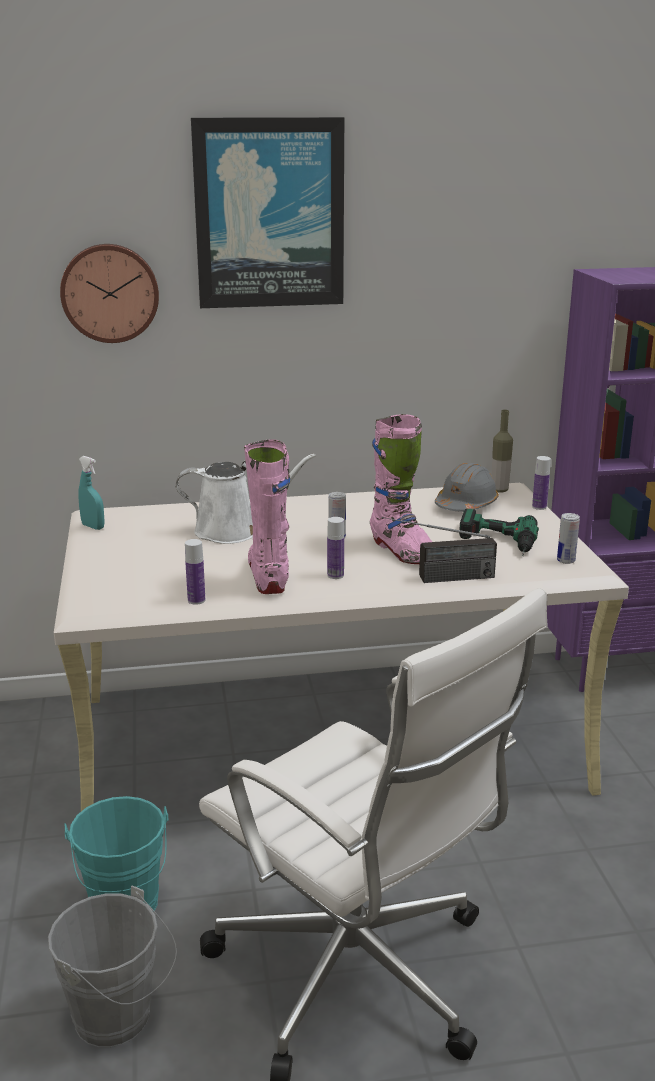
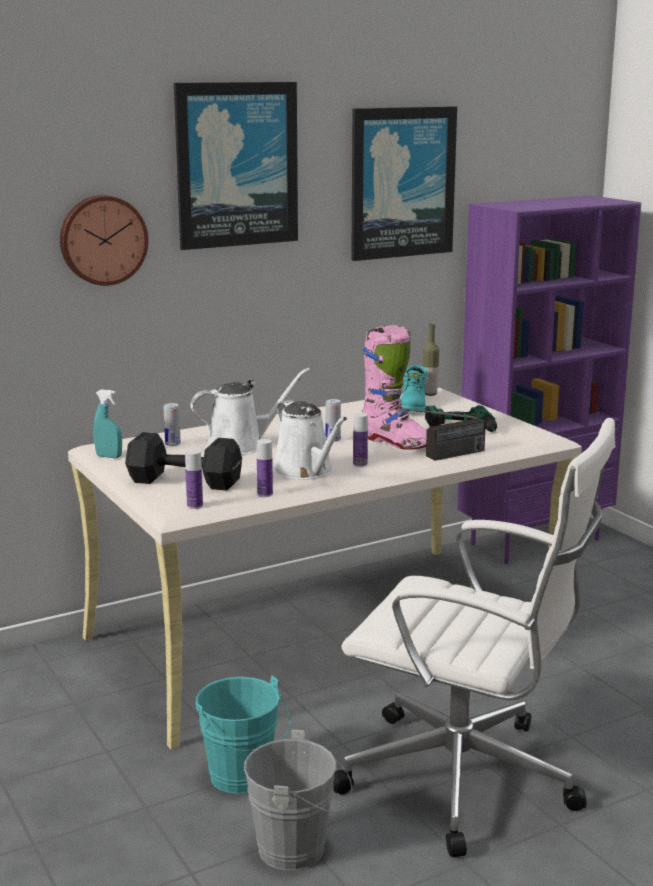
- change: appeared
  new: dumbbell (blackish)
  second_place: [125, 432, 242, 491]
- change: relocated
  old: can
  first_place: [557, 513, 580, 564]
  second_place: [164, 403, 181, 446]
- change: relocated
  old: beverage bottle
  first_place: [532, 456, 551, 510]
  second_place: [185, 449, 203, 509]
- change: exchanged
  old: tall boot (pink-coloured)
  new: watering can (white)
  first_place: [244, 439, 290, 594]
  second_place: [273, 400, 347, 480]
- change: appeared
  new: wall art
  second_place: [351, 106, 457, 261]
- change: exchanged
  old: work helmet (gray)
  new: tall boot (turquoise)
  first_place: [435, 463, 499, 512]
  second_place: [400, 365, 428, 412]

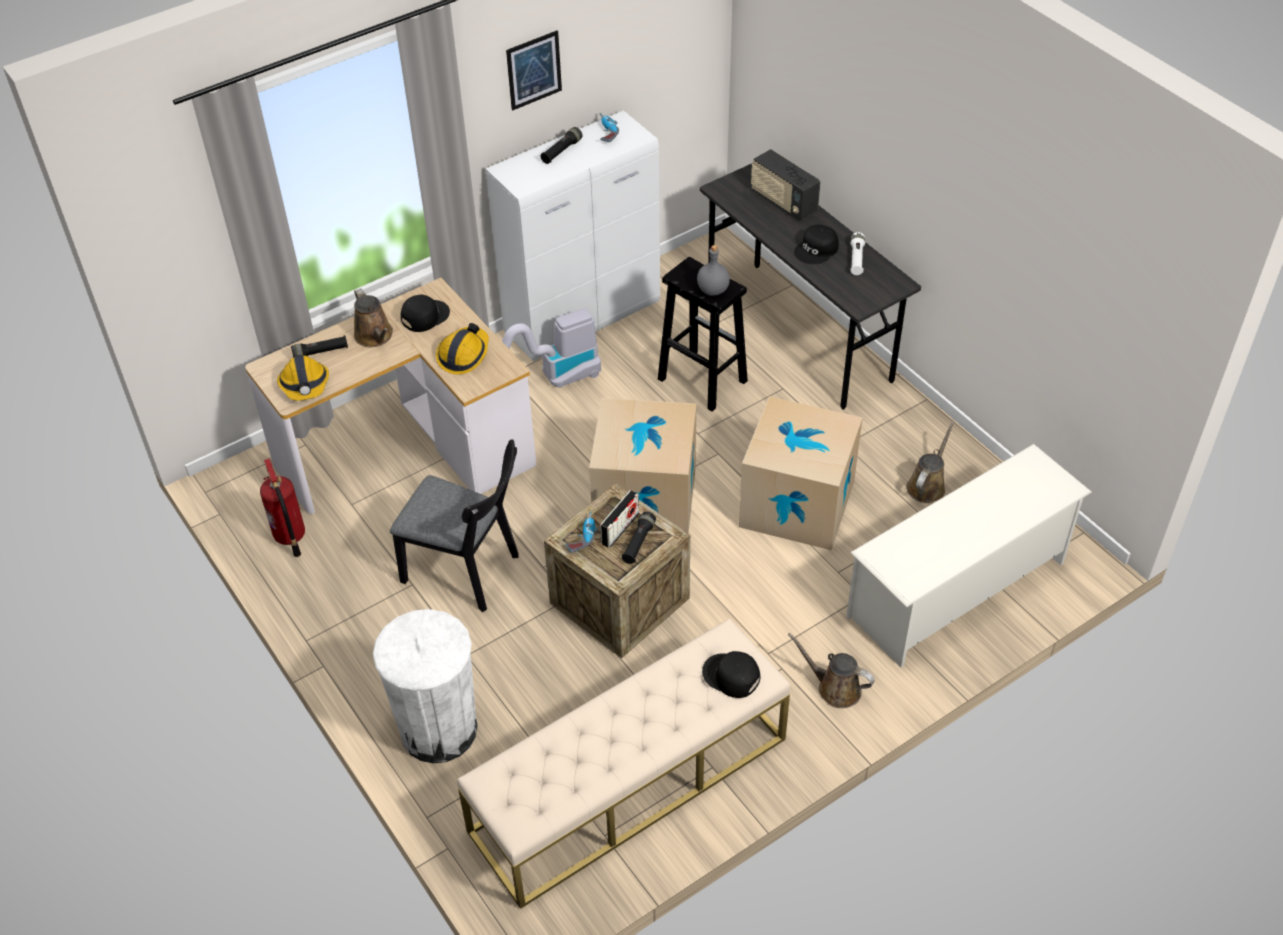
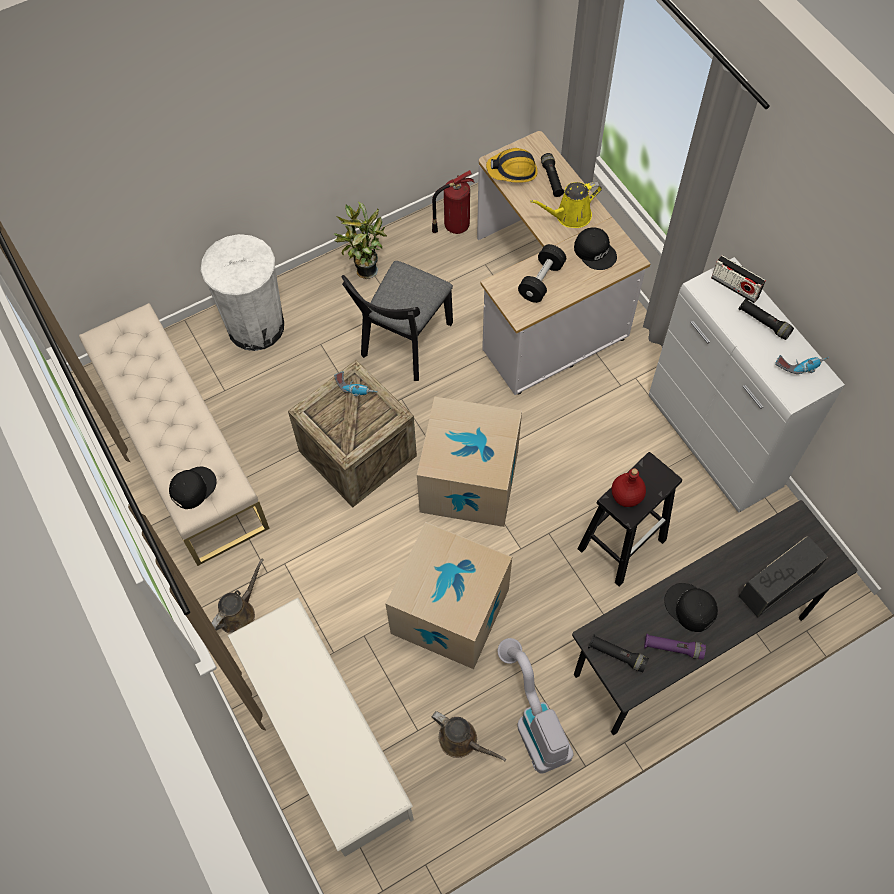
- change: appeared
  new: houseplant
  second_place: [333, 202, 387, 279]
- change: relocated
  old: hoover
  first_place: [502, 308, 601, 388]
  second_place: [497, 638, 573, 774]
- change: exchanged
  old: work helmet
  new: dumbbell (blackish)
  first_place: [436, 323, 489, 374]
  second_place: [518, 244, 566, 303]
- change: colour
  old: watering can (brownish)
  new: watering can (yellowish)
  first_place: [354, 288, 393, 347]
  second_place: [530, 182, 602, 228]
- change: relocated
  old: flashlight (blackish)
  first_place: [622, 512, 656, 564]
  second_place: [588, 635, 649, 672]
- change: colour
  old: beverage bottle (gray)
  new: beverage bottle (red-coloured)
  first_place: [697, 245, 730, 296]
  second_place: [612, 468, 646, 507]
- change: colour
  old: flashlight (white)
  new: flashlight (purplish)
  first_place: [851, 232, 865, 275]
  second_place: [644, 634, 706, 659]
- change: relocated
  old: radio
  first_place: [600, 490, 639, 548]
  second_place: [711, 255, 766, 303]
- change: missing
  old: wall art
  first_place: [506, 30, 562, 110]

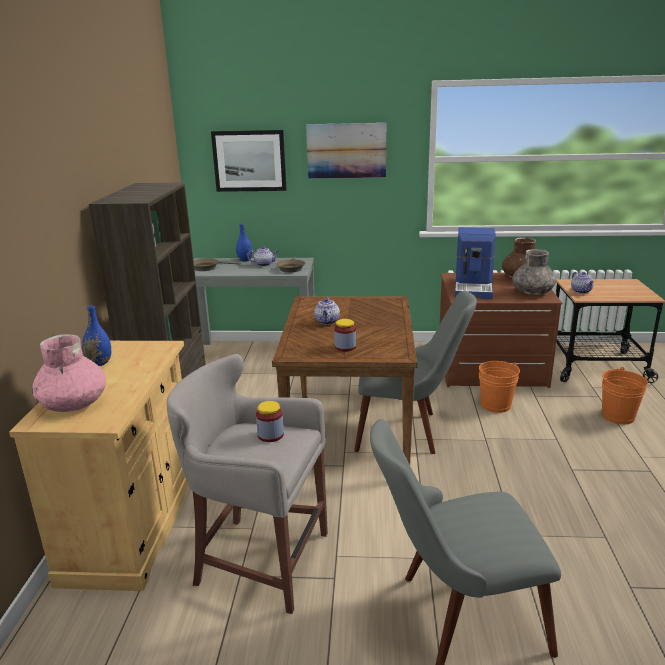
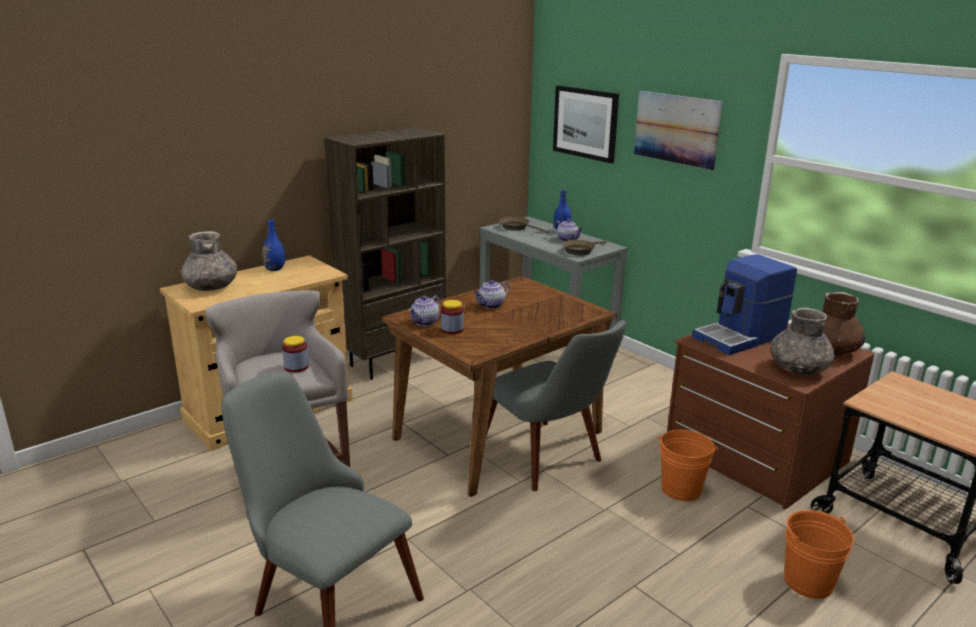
- change: colour
  old: flower vase (pink-coloured)
  new: flower vase (gray)
  first_place: [32, 334, 106, 412]
  second_place: [181, 231, 237, 291]
- change: relocated
  old: tea pot
  first_place: [571, 272, 594, 294]
  second_place: [408, 295, 440, 326]

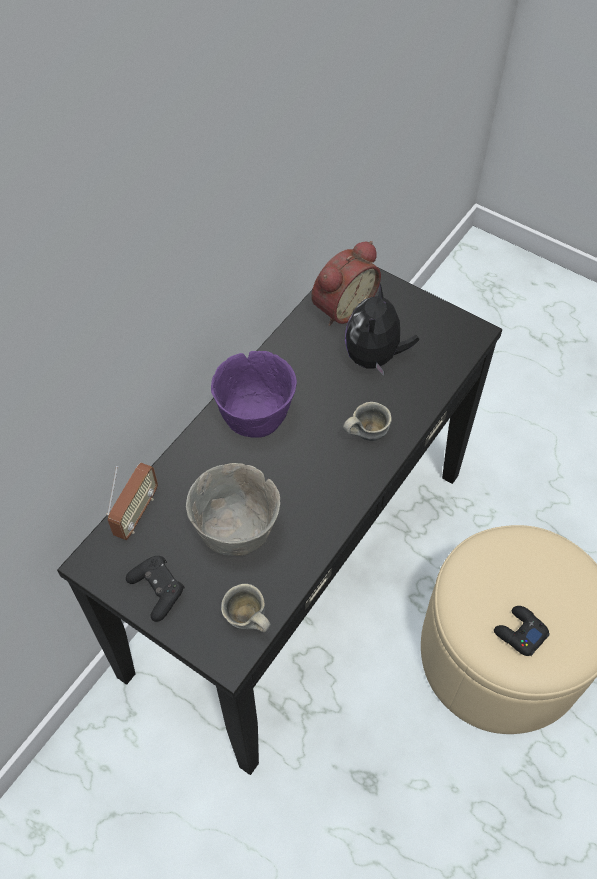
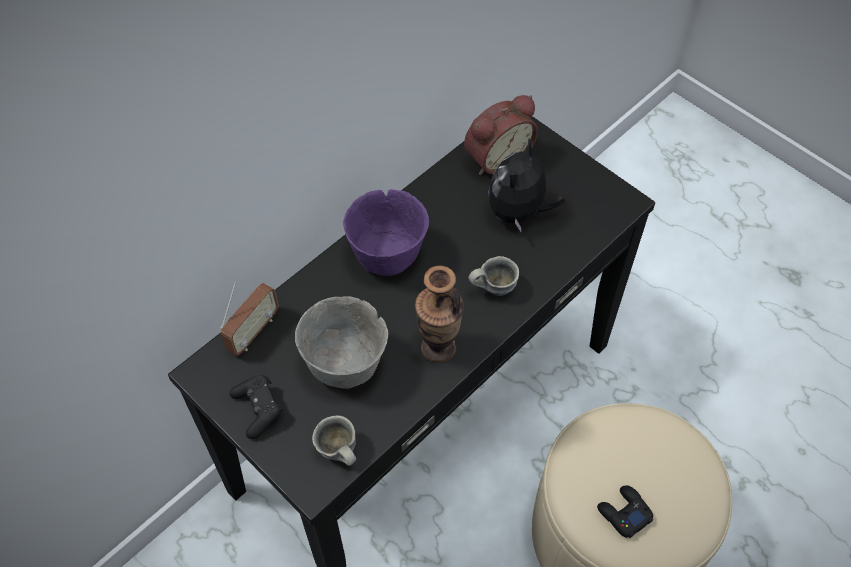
- change: appeared
  new: flower vase
  second_place: [415, 265, 464, 363]

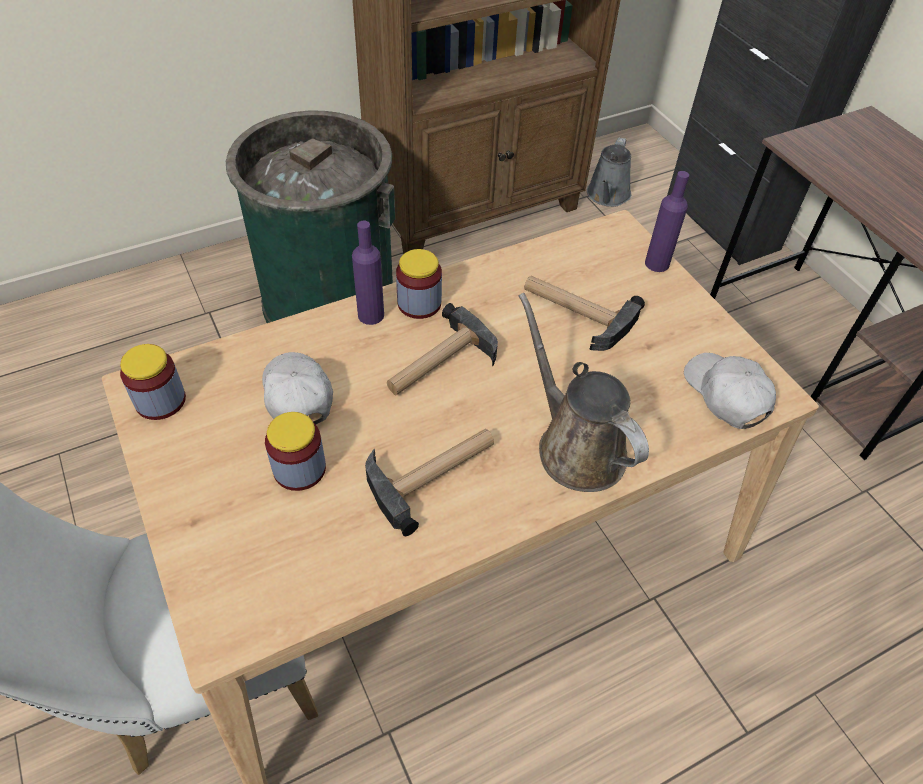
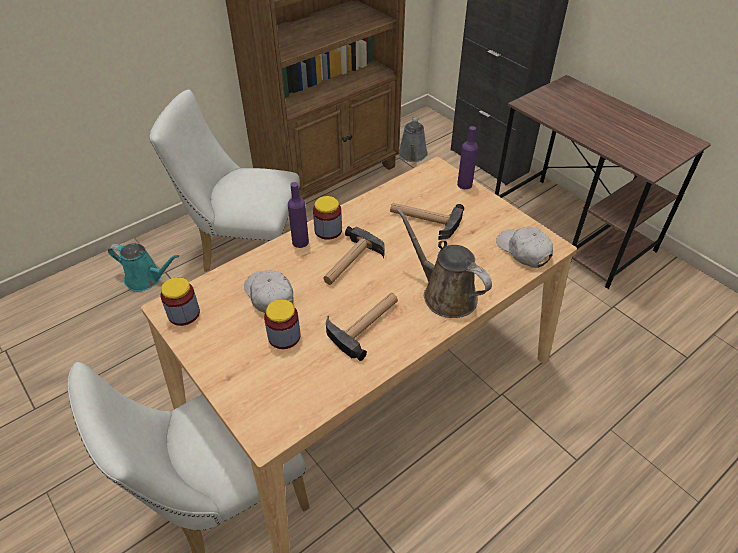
- change: appeared
  new: watering can (turquoise)
  second_place: [108, 243, 179, 291]
- change: exchanged
  old: rubbish bin (greenish)
  new: chair (white)
  first_place: [226, 111, 395, 323]
  second_place: [150, 89, 300, 272]

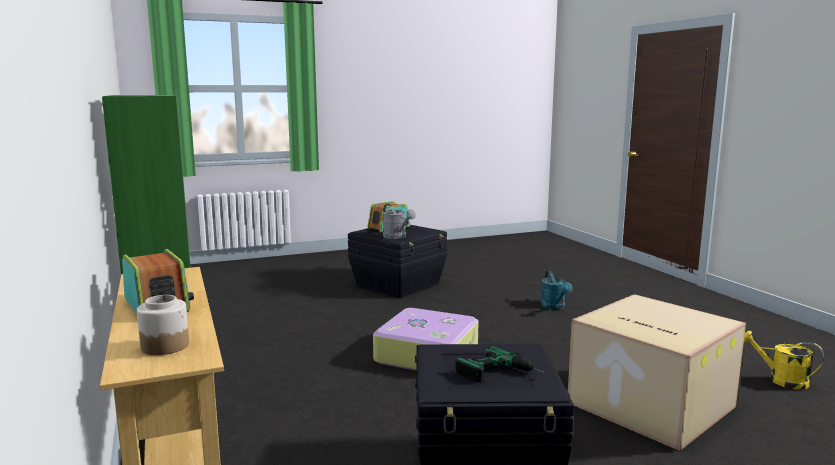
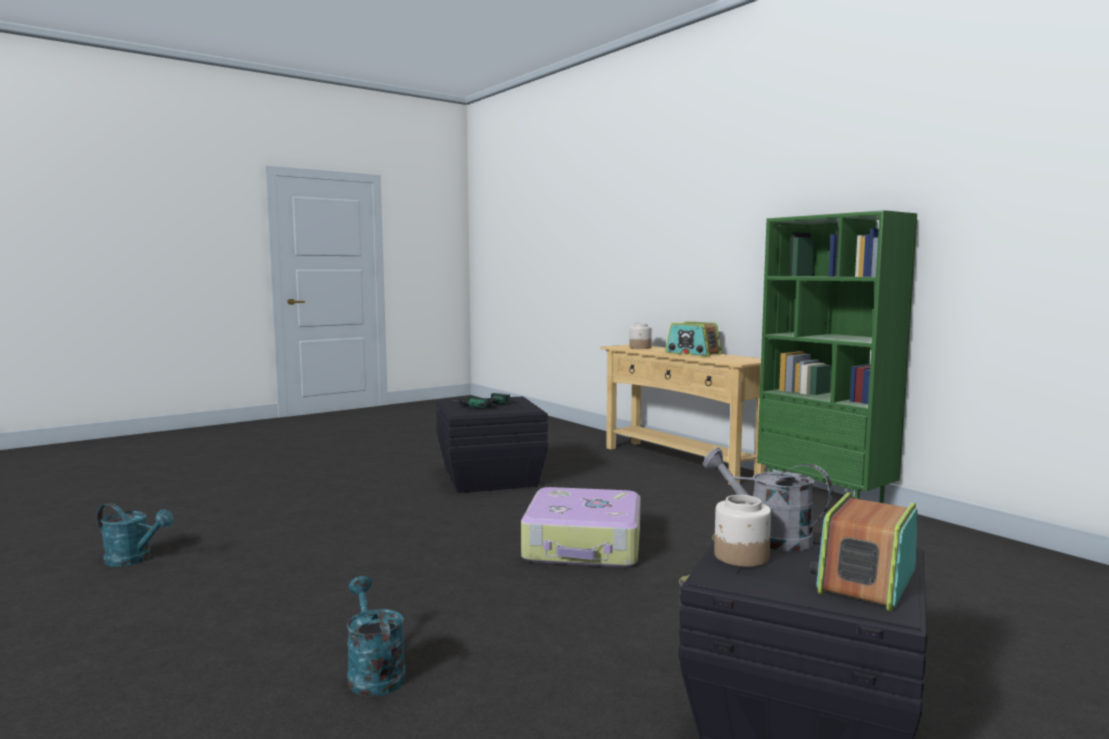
- change: colour
  old: watering can (yellowish)
  new: watering can (turquoise)
  first_place: [744, 331, 824, 390]
  second_place: [97, 503, 174, 567]
- change: appeared
  new: storage jar
  second_place: [714, 495, 771, 567]
- change: missing
  old: packing box
  first_place: [568, 294, 746, 451]

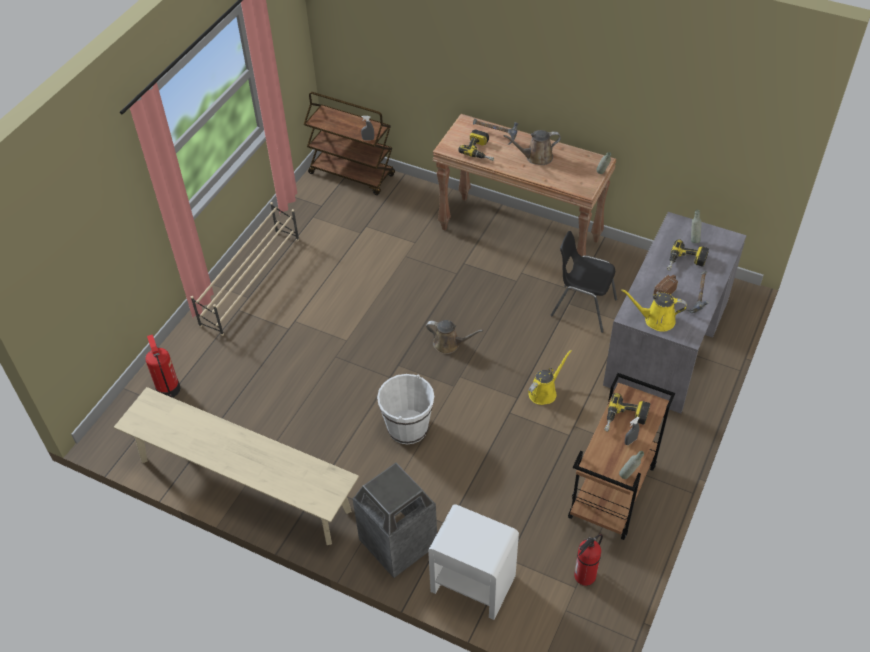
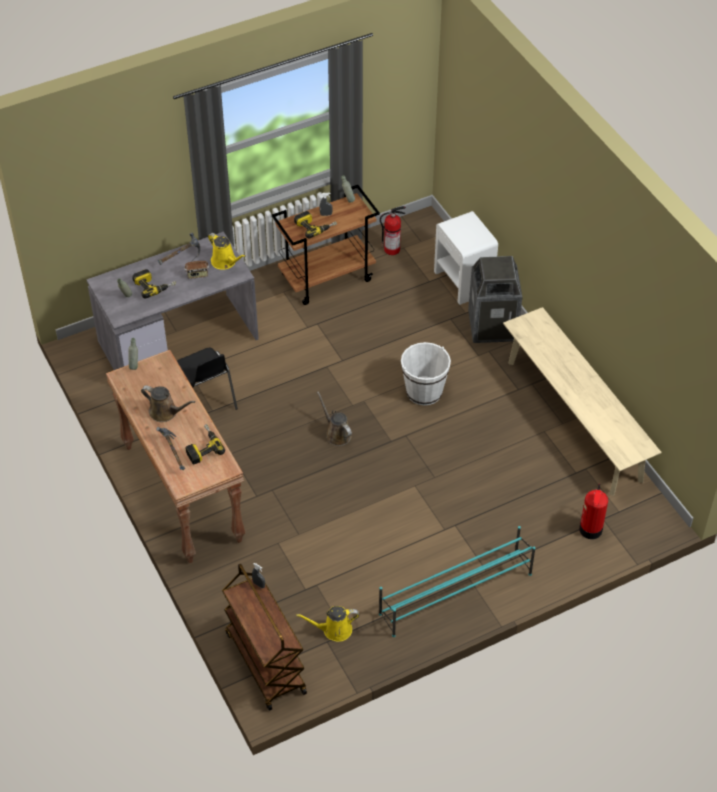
- change: relocated
  old: watering can (yellowish)
  first_place: [528, 349, 572, 405]
  second_place: [296, 606, 359, 642]
- change: colour
  old: shoe shelf (beige-coloured)
  new: shoe shelf (turquoise)
  first_place: [191, 202, 299, 336]
  second_place: [379, 526, 535, 637]

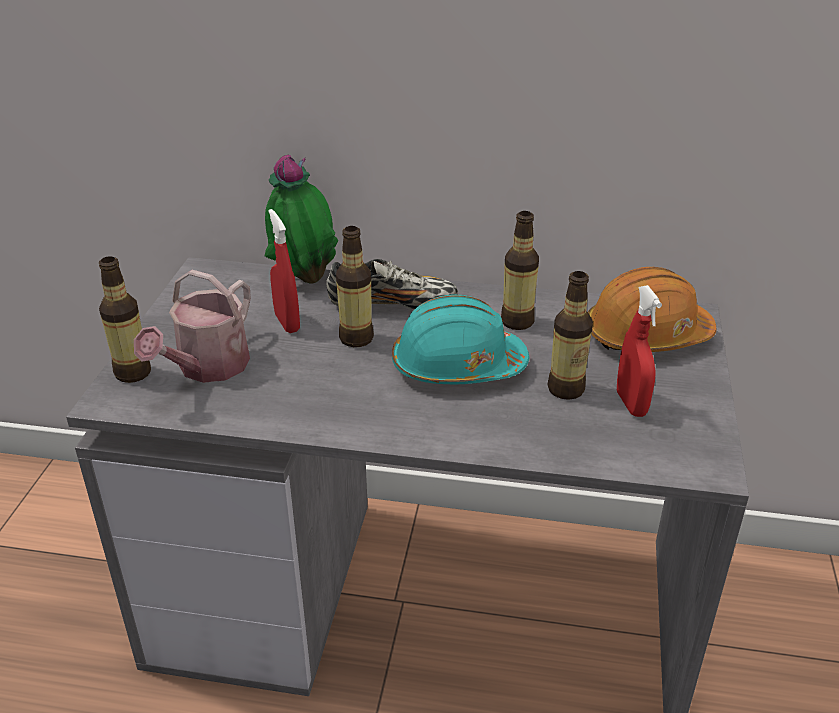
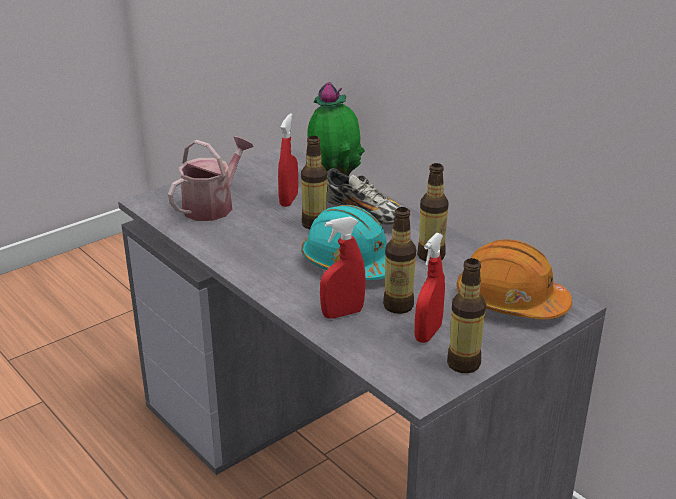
- change: spun
  old: watering can
  first_place: [134, 270, 251, 383]
  second_place: [168, 136, 253, 221]
  degrees: 150
- change: appeared
  new: hand sprayer (red-coloured)
  second_place: [320, 217, 366, 319]
- change: relocated
  old: beverage bottle
  first_place: [99, 256, 151, 383]
  second_place: [447, 258, 486, 373]

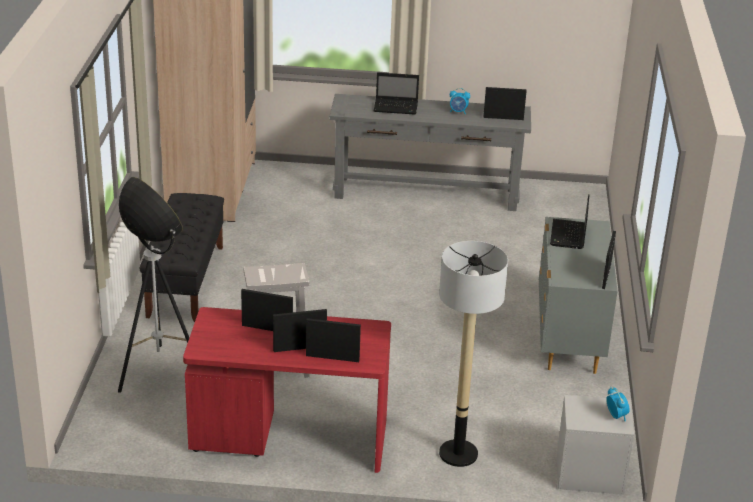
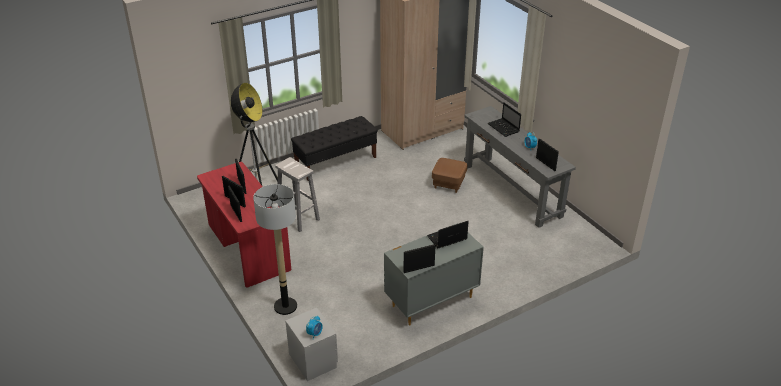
- change: appeared
  new: pouffe (brownish)
  second_place: [432, 158, 467, 193]

